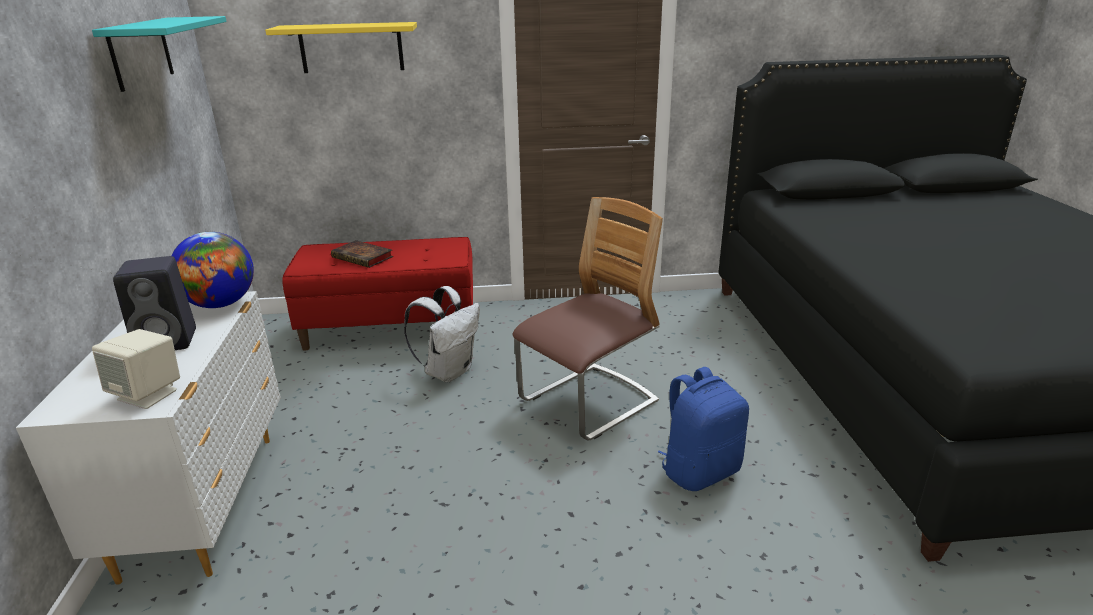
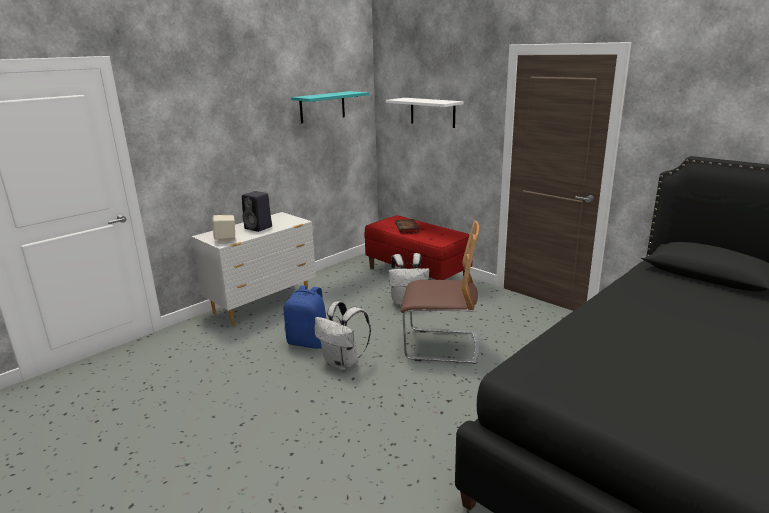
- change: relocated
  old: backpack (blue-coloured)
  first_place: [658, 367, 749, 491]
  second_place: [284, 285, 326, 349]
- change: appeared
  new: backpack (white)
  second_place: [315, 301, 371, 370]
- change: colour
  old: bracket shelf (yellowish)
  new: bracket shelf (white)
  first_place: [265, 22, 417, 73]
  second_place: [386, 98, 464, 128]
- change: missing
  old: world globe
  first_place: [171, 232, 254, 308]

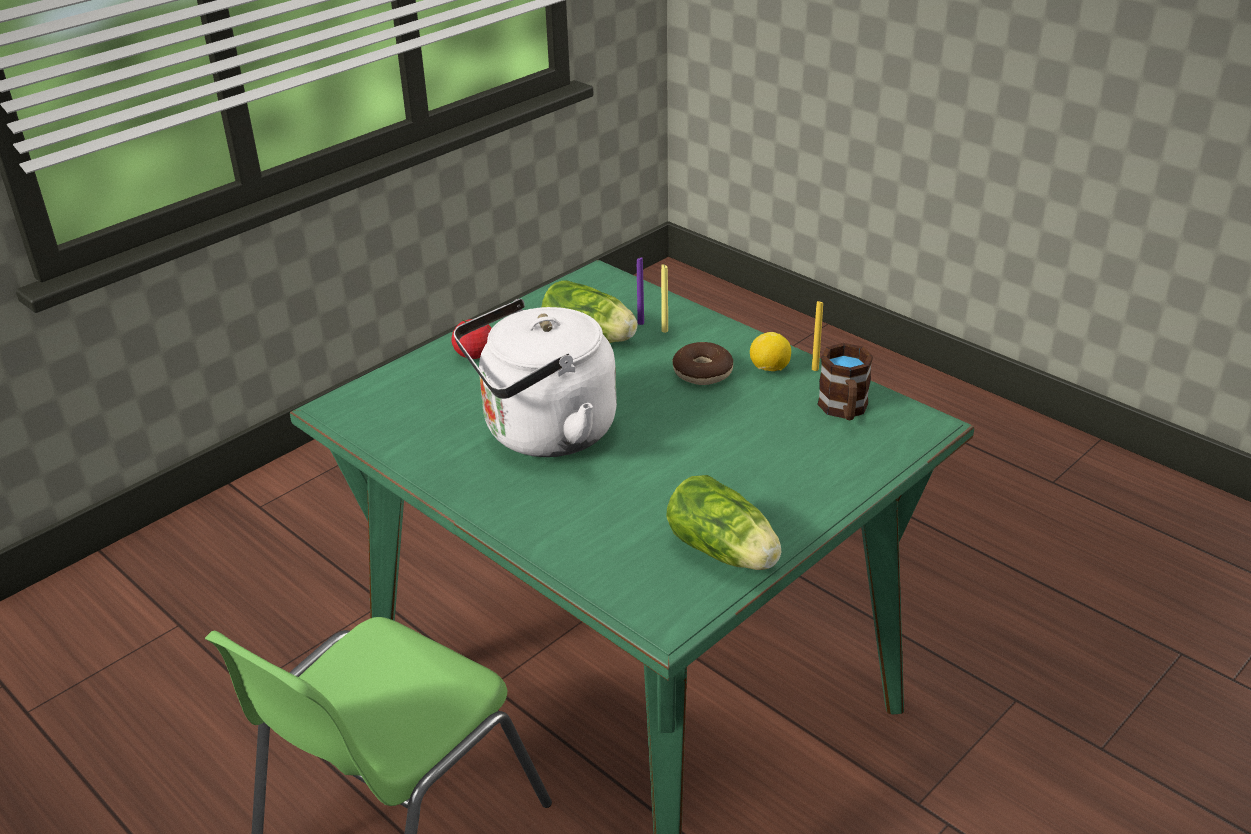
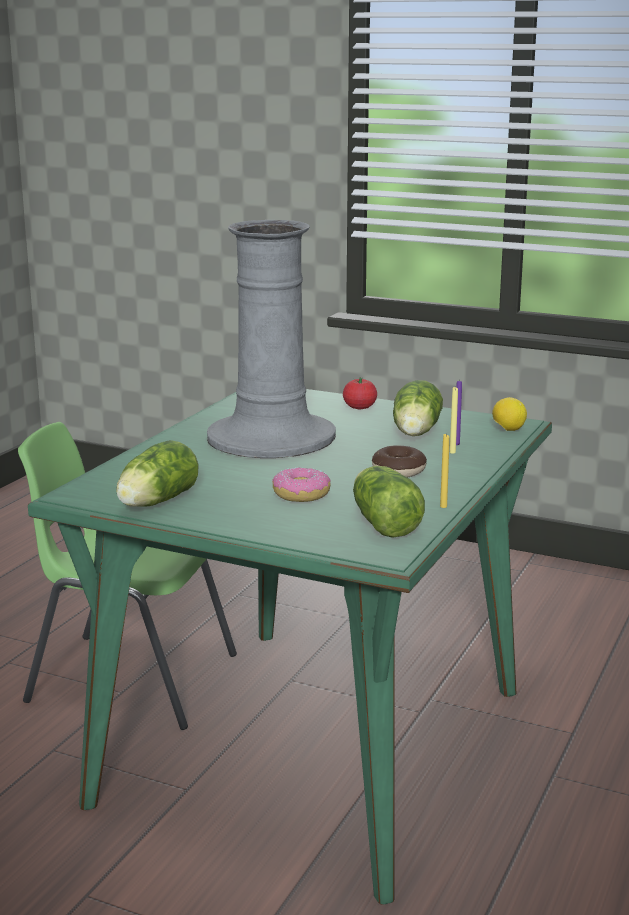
- change: exchanged
  old: water kettle (white)
  new: flower vase (gray)
  first_place: [454, 299, 617, 457]
  second_place: [207, 220, 336, 458]
- change: appeared
  new: donut
  second_place: [272, 467, 331, 502]
- change: exchanged
  old: mug (brownish)
  new: lettuce
  first_place: [817, 343, 873, 420]
  second_place: [353, 466, 425, 538]
- change: relocated
  old: lemon
  first_place: [750, 332, 791, 371]
  second_place: [492, 397, 527, 431]

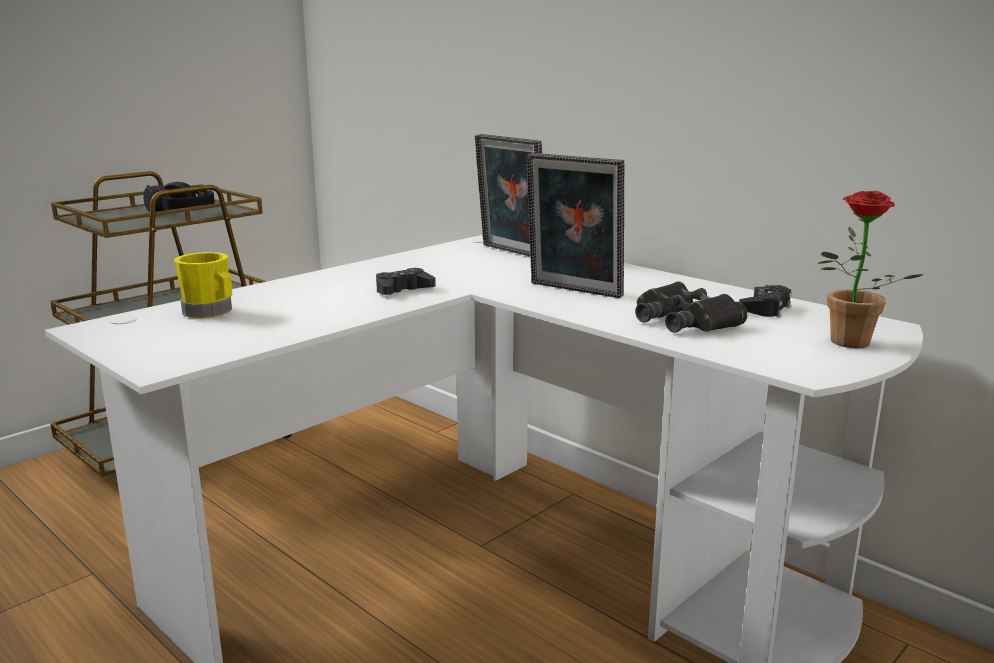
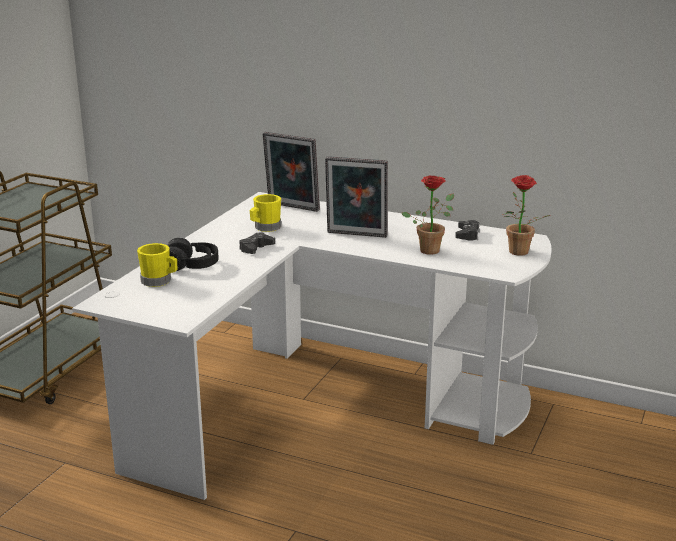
- change: relocated
  old: headphones (blackish)
  first_place: [144, 182, 215, 212]
  second_place: [167, 238, 219, 271]
- change: appeared
  new: mug (yellowish)
  second_place: [250, 194, 281, 232]
- change: exchanged
  old: binoculars (blackish)
  new: houseplant
  first_place: [635, 281, 748, 333]
  second_place: [401, 175, 454, 255]

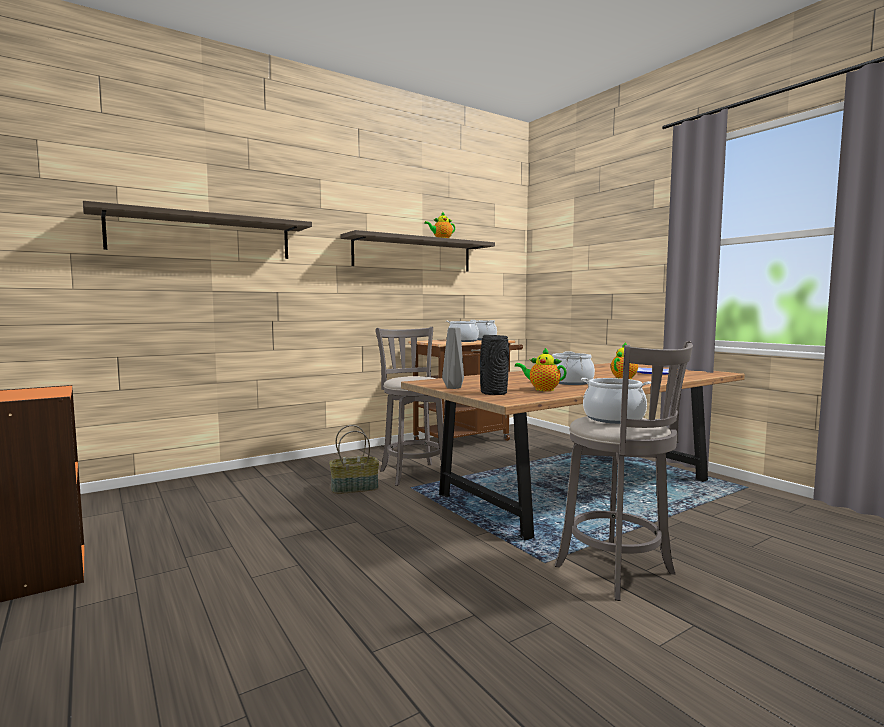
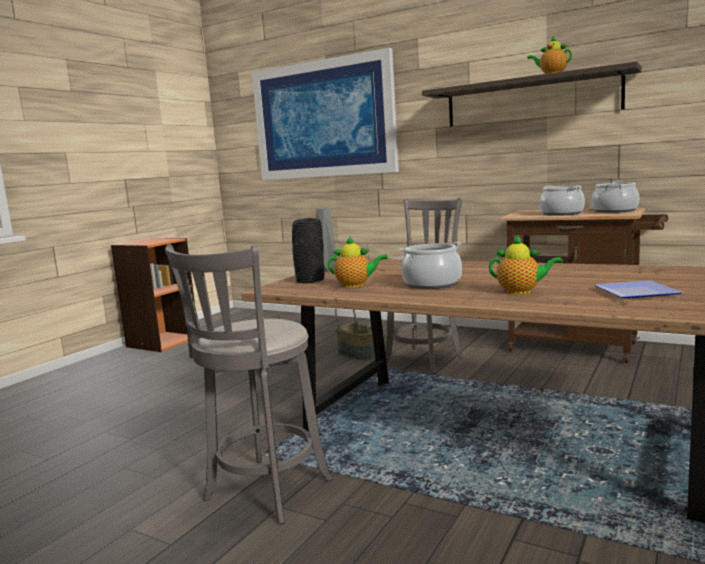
- change: exchanged
  old: bracket shelf
  new: wall art
  first_place: [83, 201, 312, 259]
  second_place: [252, 48, 399, 180]
- change: spun
  old: tea pot
  first_place: [515, 348, 567, 391]
  second_place: [328, 236, 388, 288]
  degrees: 105
- change: missing
  old: saucepot
  first_place: [581, 378, 651, 424]

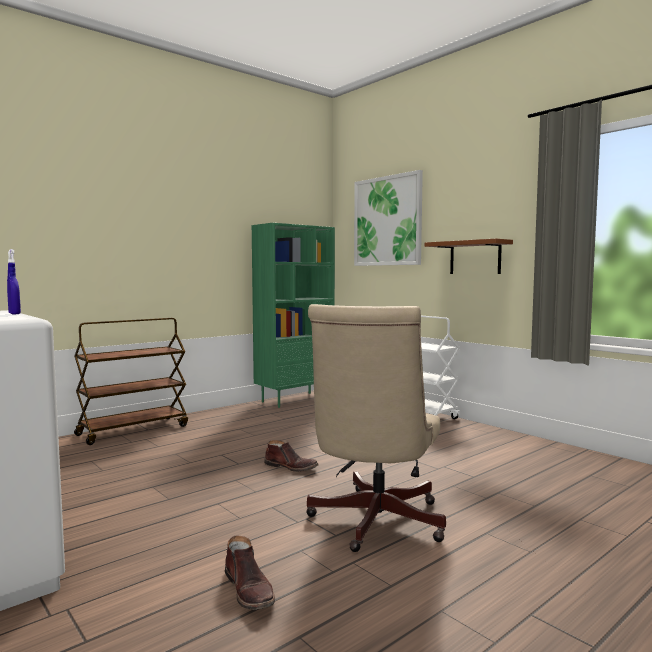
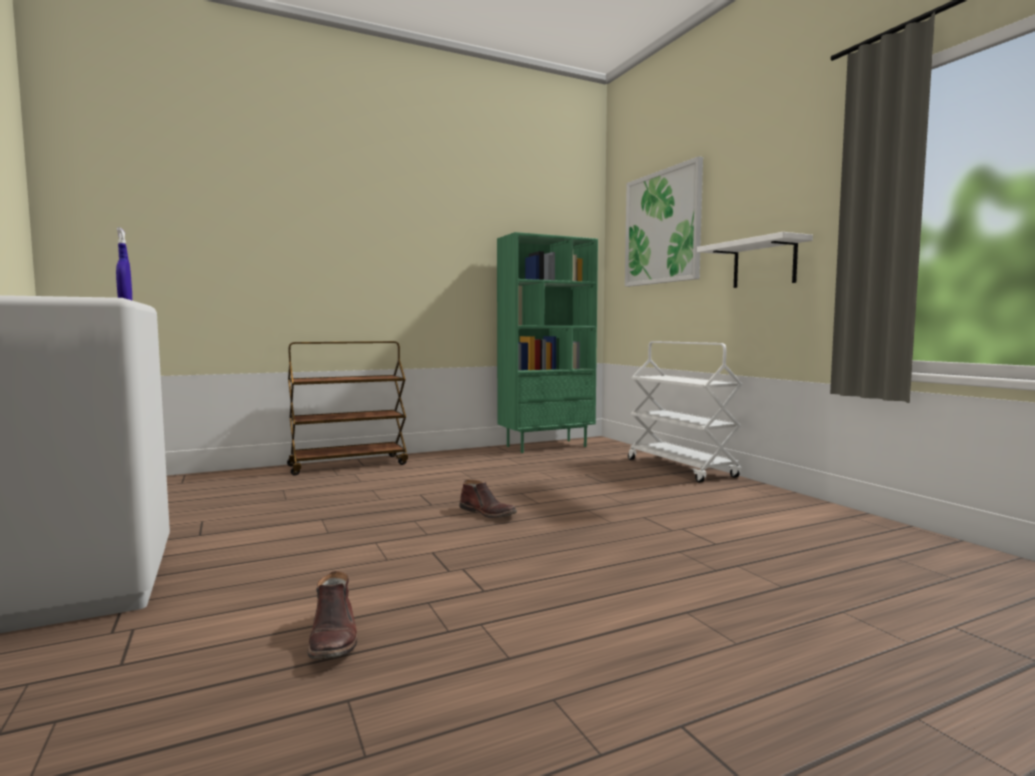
- change: colour
  old: bracket shelf (brownish)
  new: bracket shelf (white)
  first_place: [425, 238, 513, 274]
  second_place: [697, 232, 813, 288]
- change: missing
  old: desk chair (beige-coloured)
  first_place: [306, 304, 446, 552]

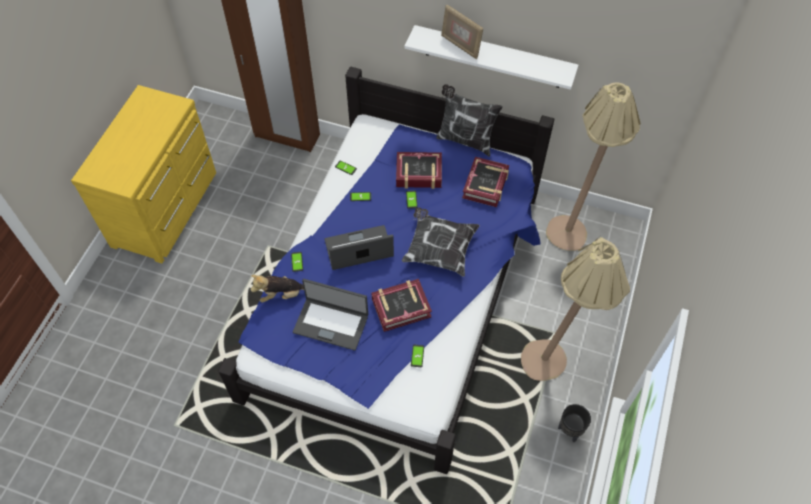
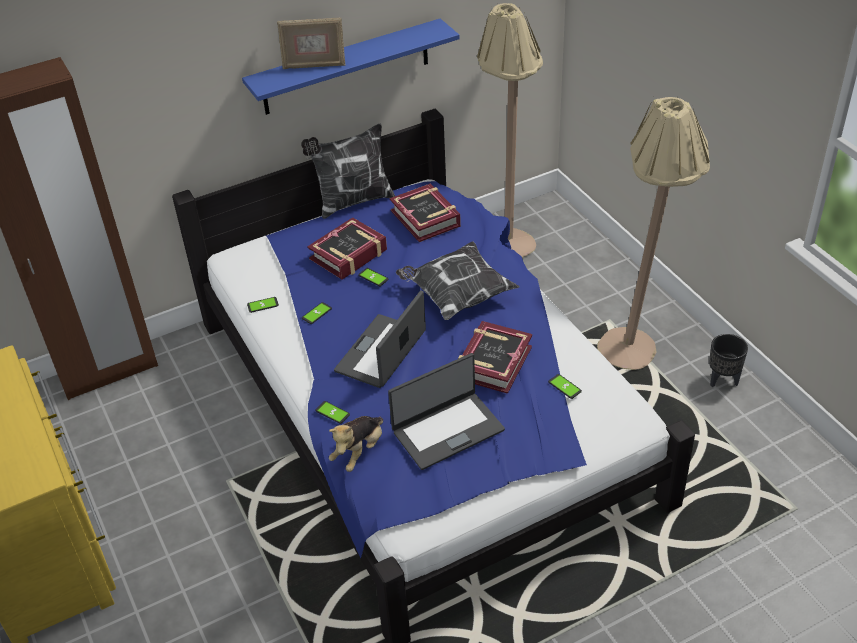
- change: colour
  old: bracket shelf (white)
  new: bracket shelf (blue-coloured)
  first_place: [404, 25, 579, 90]
  second_place: [242, 19, 460, 115]

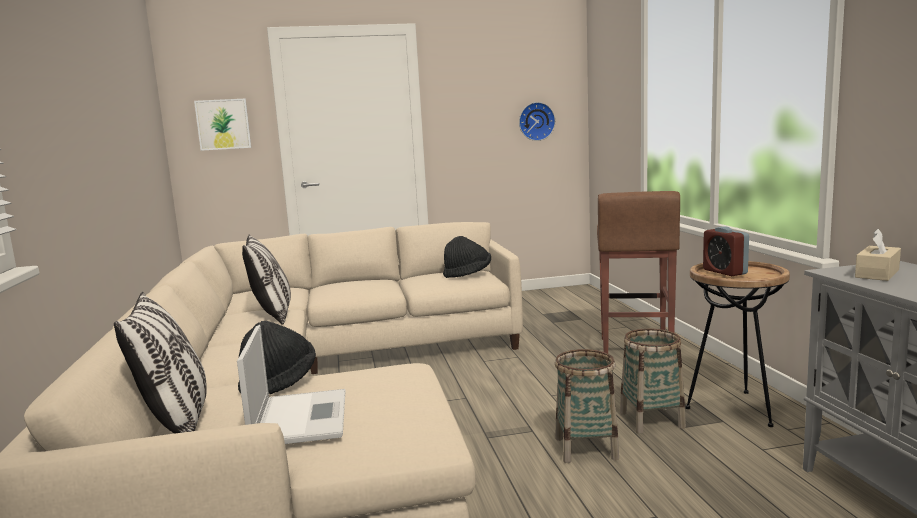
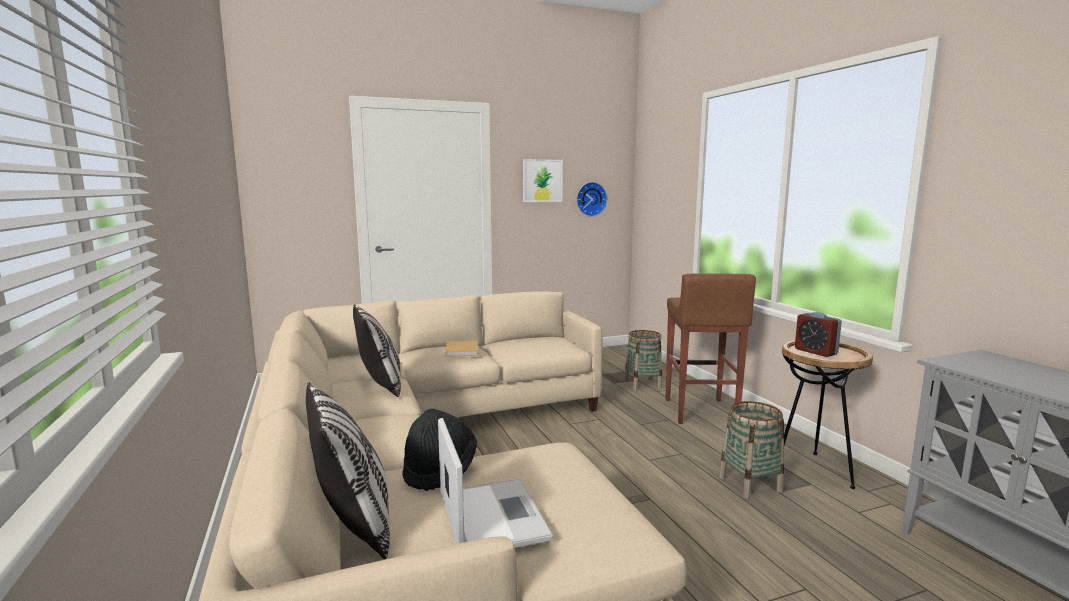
- change: appeared
  new: volume (beige-coloured)
  second_place: [445, 341, 478, 357]
- change: relocated
  old: wall art
  first_place: [194, 99, 251, 151]
  second_place: [523, 159, 563, 202]
- change: relocated
  old: storage basket
  first_place: [555, 349, 619, 463]
  second_place: [624, 330, 662, 391]
- change: missing
  old: clothing hat (blackish)
  first_place: [443, 236, 491, 278]
- change: missing
  old: tissue holder (beige-coloured)
  first_place: [855, 229, 901, 281]

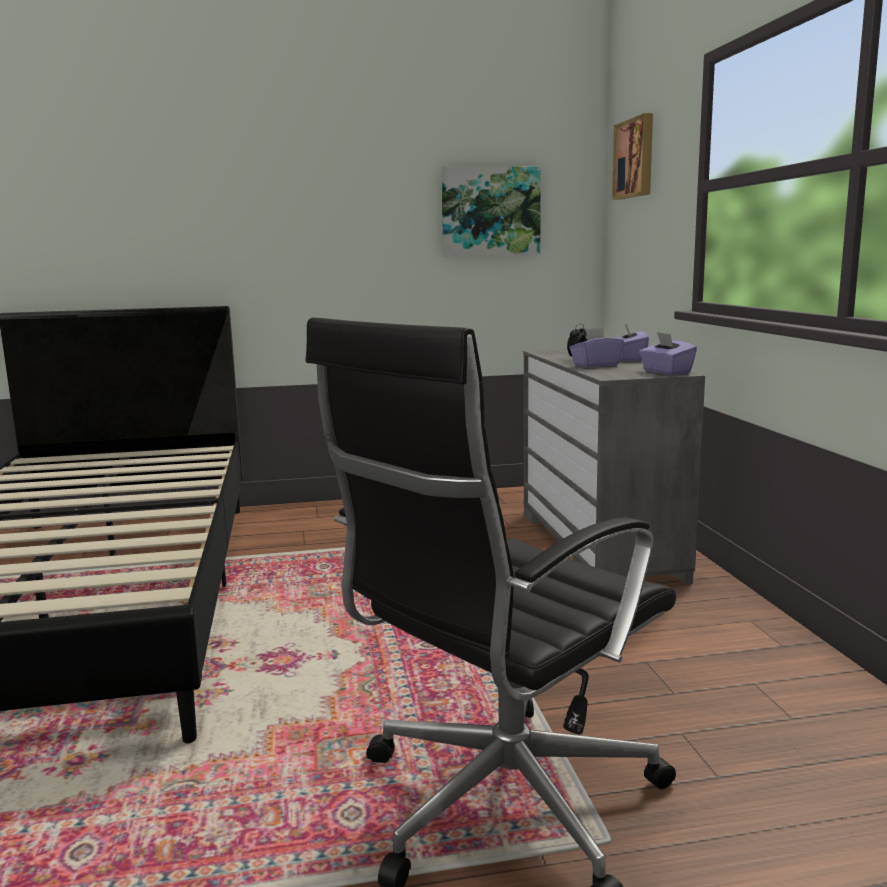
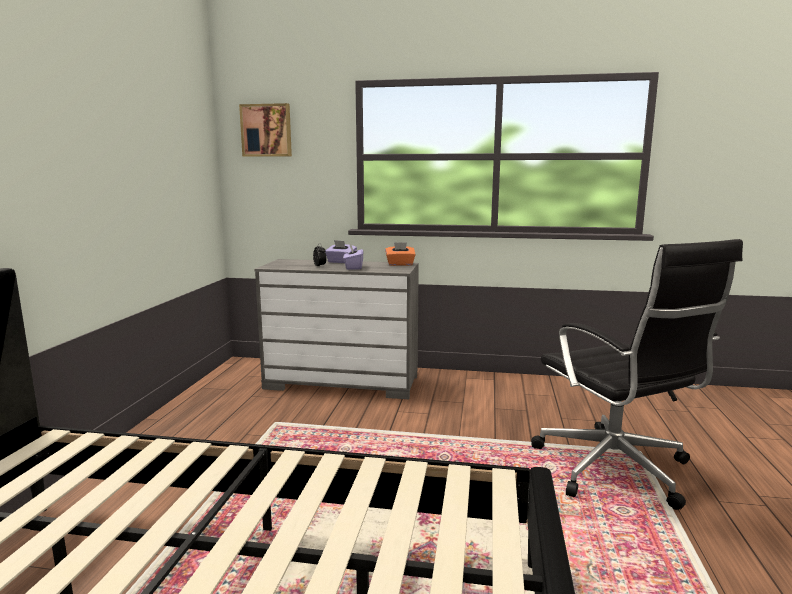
- change: colour
  old: tissue holder (purplish)
  new: tissue holder (orangey)
  first_place: [639, 332, 697, 375]
  second_place: [385, 242, 416, 266]
- change: missing
  old: wall art
  first_place: [441, 166, 541, 256]

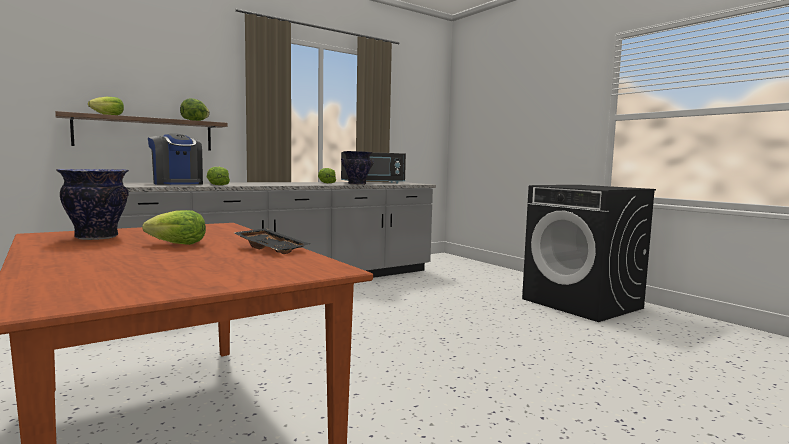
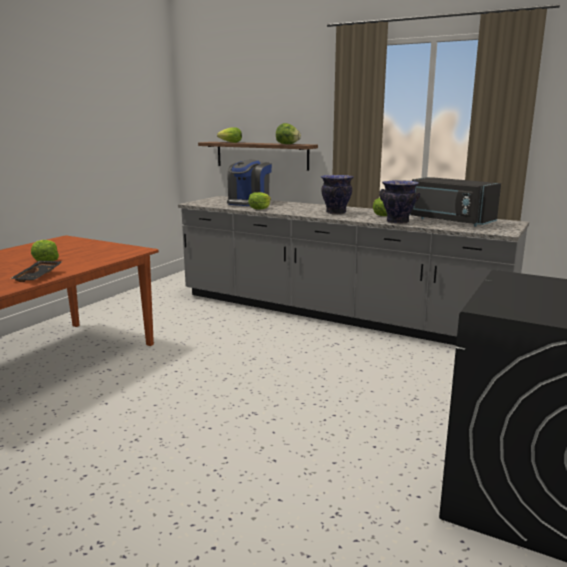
- change: relocated
  old: flower vase
  first_place: [56, 169, 129, 240]
  second_place: [321, 175, 354, 214]

